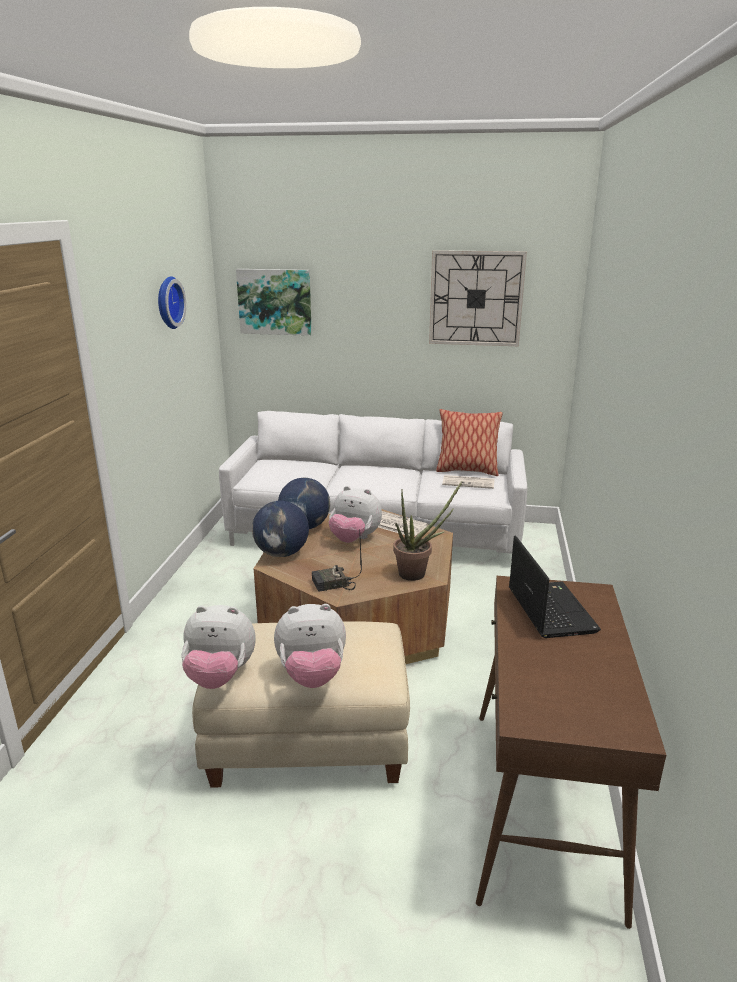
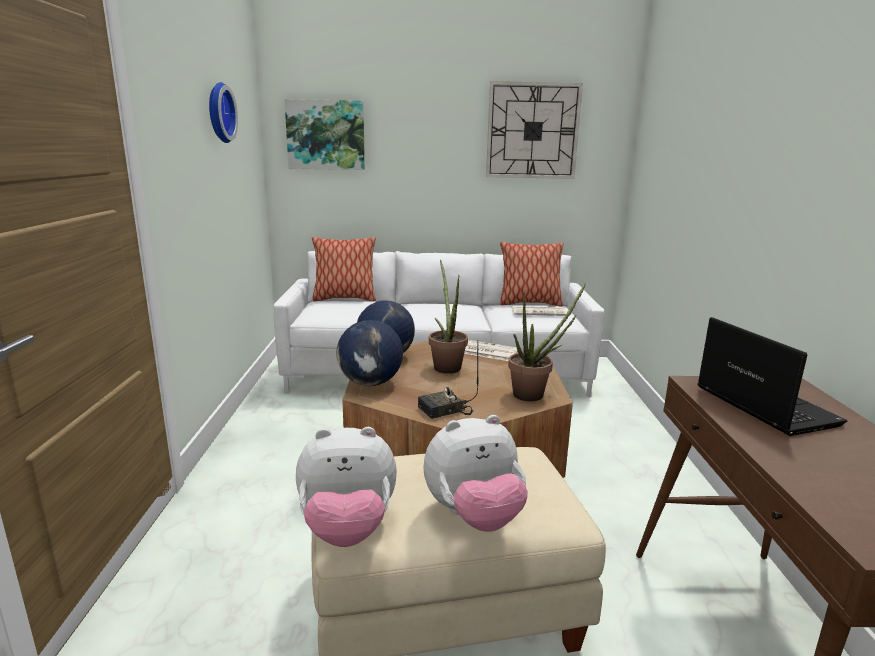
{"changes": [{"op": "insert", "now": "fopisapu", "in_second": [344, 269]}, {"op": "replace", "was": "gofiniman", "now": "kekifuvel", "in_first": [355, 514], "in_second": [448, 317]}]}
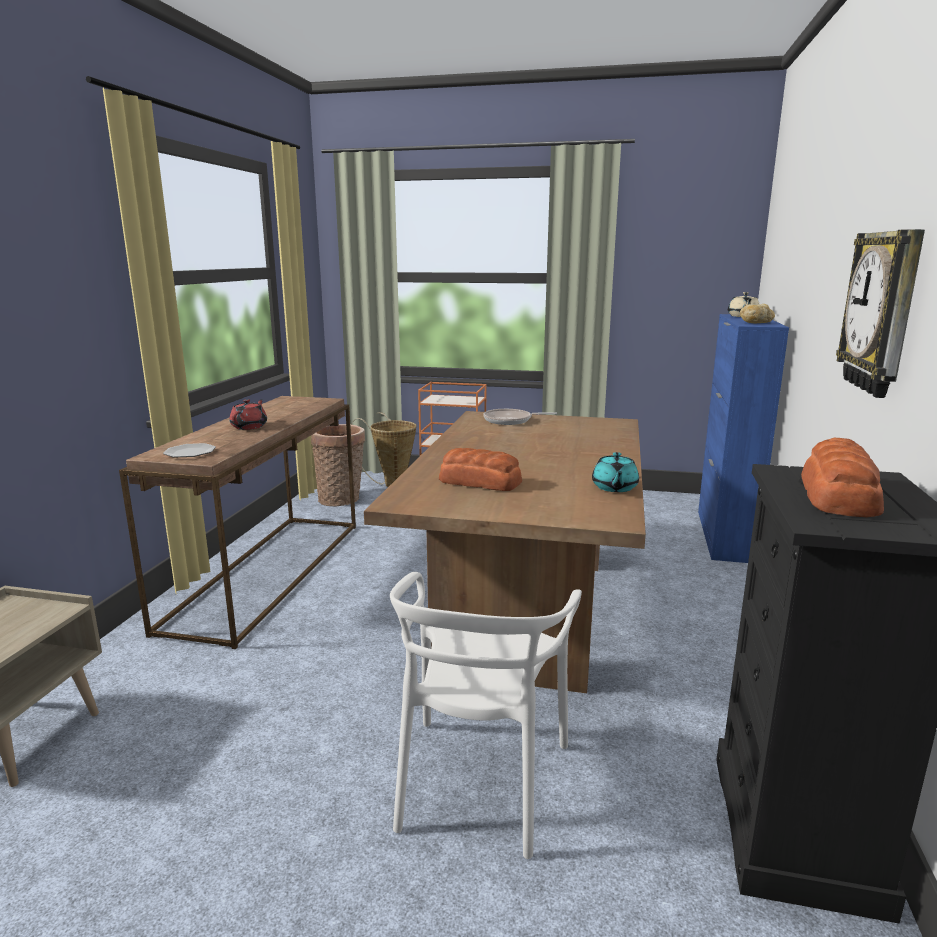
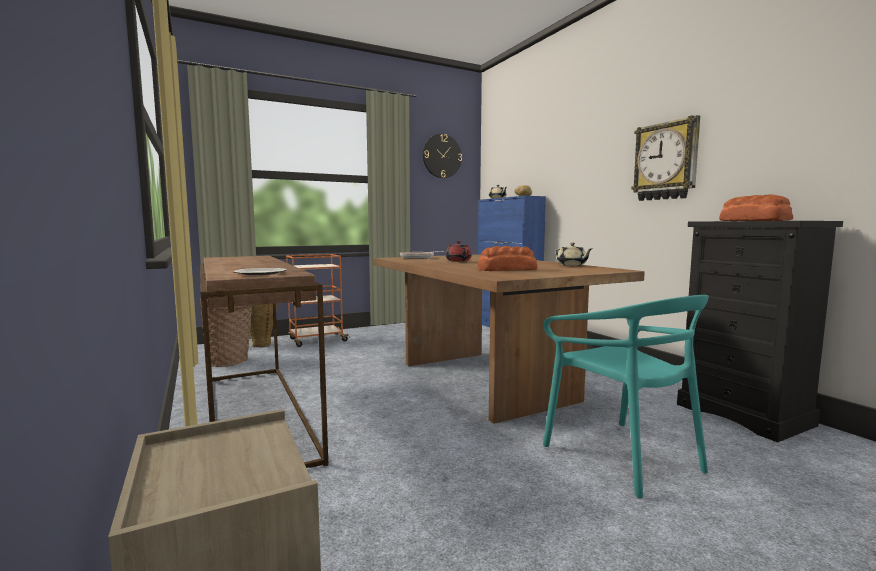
{"changes": [{"op": "insert", "now": "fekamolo", "in_second": [442, 156]}, {"op": "move", "was": "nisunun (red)", "in_first": [248, 414], "in_second": [459, 251]}, {"op": "recolor", "was": "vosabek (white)", "now": "vosabek (turquoise)", "in_first": [486, 715], "in_second": [626, 396]}, {"op": "recolor", "was": "nisunun (turquoise)", "now": "nisunun (beige)", "in_first": [615, 472], "in_second": [574, 254]}]}
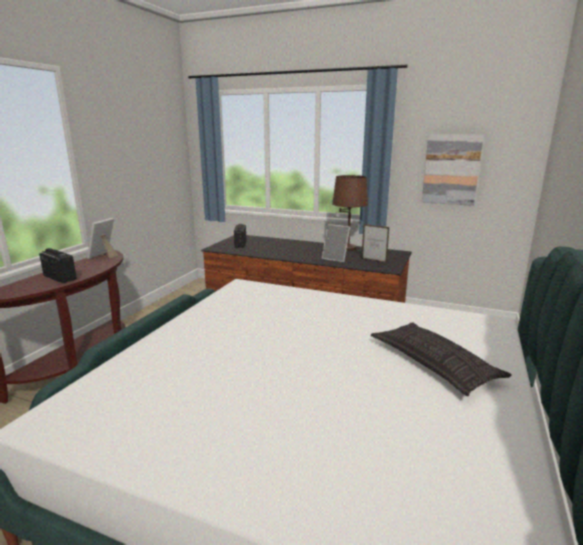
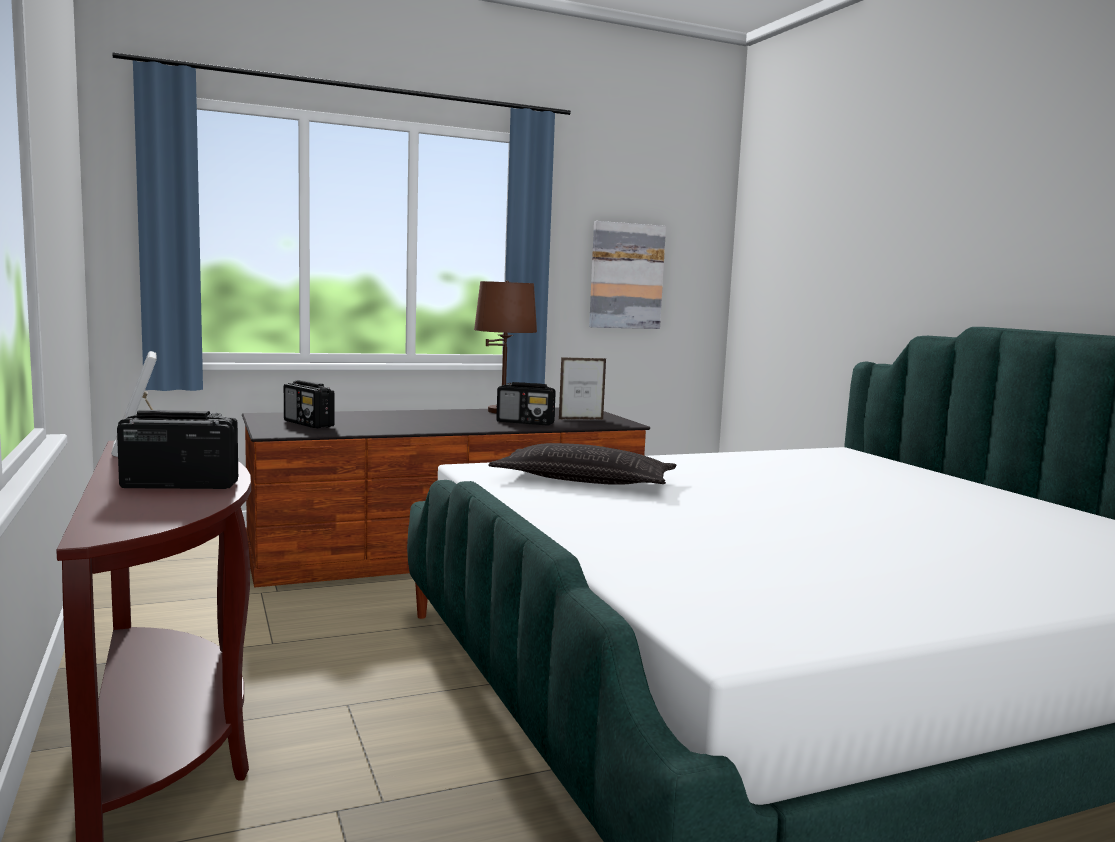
{"changes": [{"op": "move", "was": "fopisapu", "in_first": [441, 359], "in_second": [582, 464]}, {"op": "replace", "was": "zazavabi", "now": "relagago", "in_first": [336, 243], "in_second": [526, 404]}]}
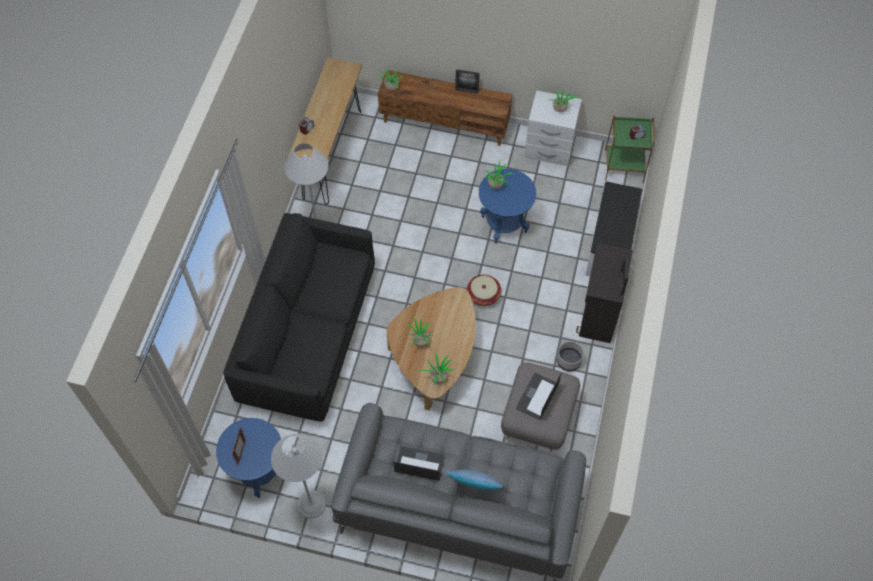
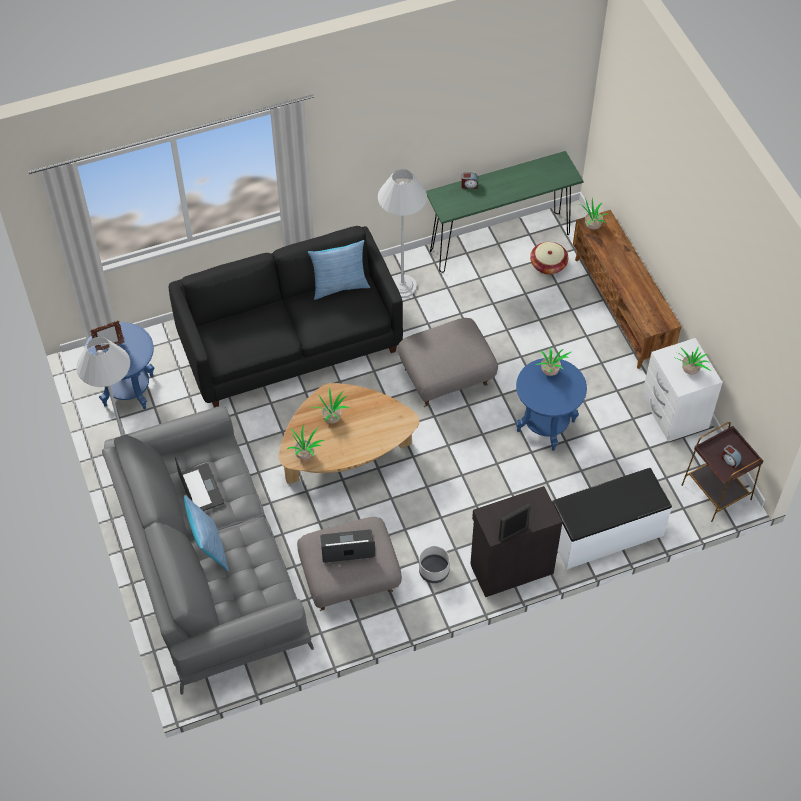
{"changes": [{"op": "delete", "was": "zazavabi", "in_first": [467, 81]}, {"op": "insert", "now": "fopisapu", "in_second": [339, 270]}, {"op": "insert", "now": "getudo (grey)", "in_second": [448, 362]}, {"op": "move", "was": "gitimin", "in_first": [484, 290], "in_second": [549, 258]}, {"op": "recolor", "was": "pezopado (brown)", "now": "pezopado (green)", "in_first": [325, 131], "in_second": [505, 212]}, {"op": "recolor", "was": "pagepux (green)", "now": "pagepux (brown)", "in_first": [630, 149], "in_second": [722, 472]}]}
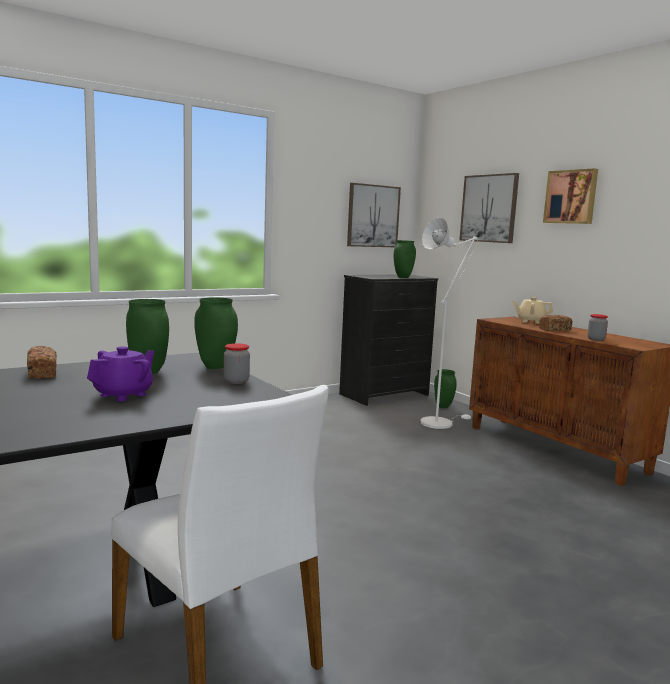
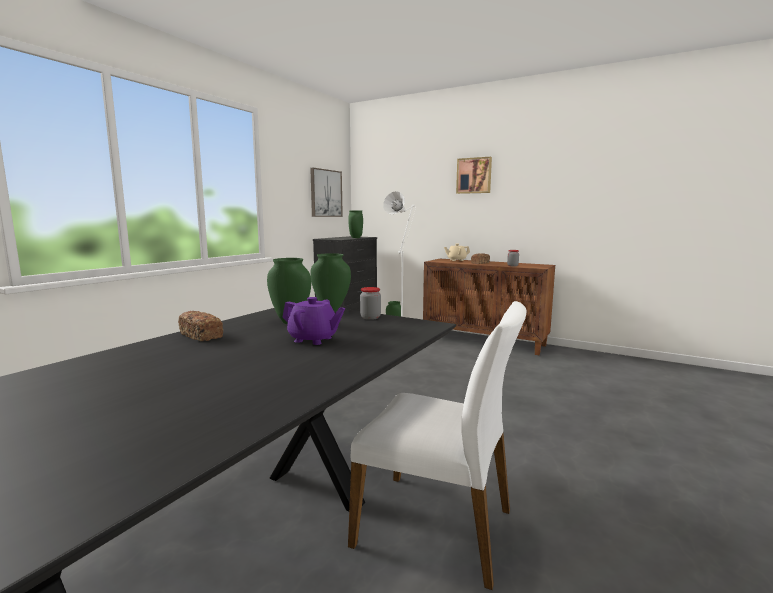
{"changes": [{"op": "delete", "was": "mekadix", "in_first": [489, 208]}, {"op": "rotate", "was": "nisunun (purple)", "in_first": [120, 373], "in_second": [314, 321], "clockwise": 105}]}
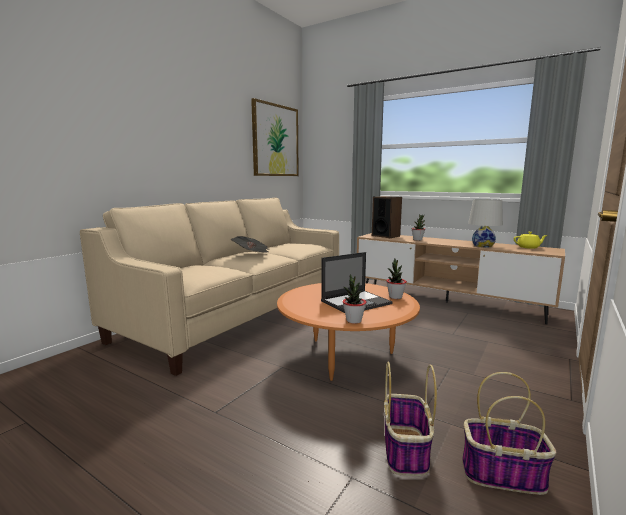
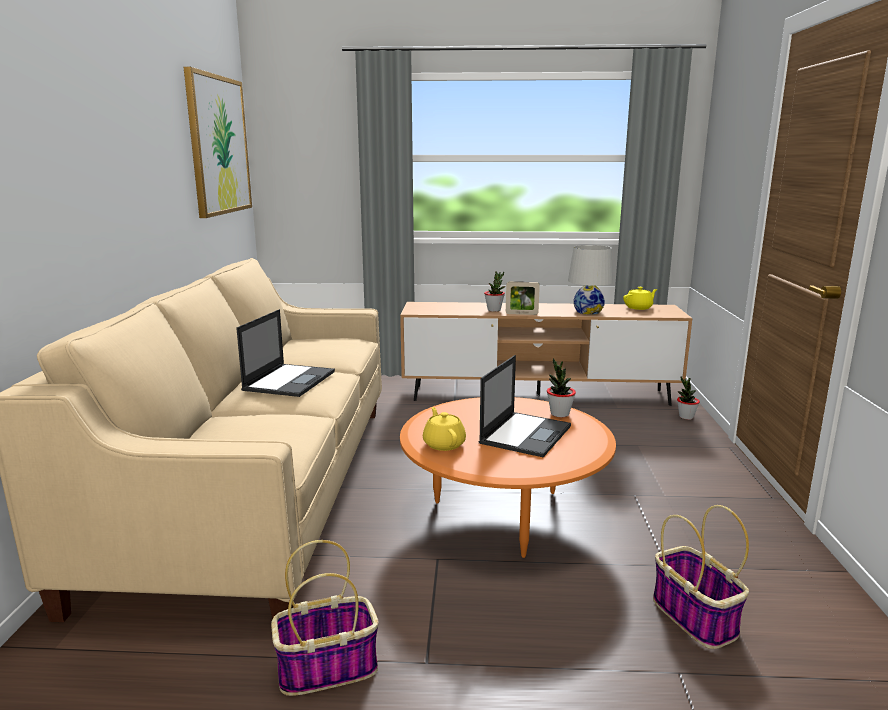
{"changes": [{"op": "delete", "was": "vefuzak", "in_first": [387, 217]}, {"op": "insert", "now": "nisunun (yellow)", "in_second": [444, 429]}, {"op": "insert", "now": "zazavabi", "in_second": [523, 298]}, {"op": "move", "was": "kekifuvel", "in_first": [355, 298], "in_second": [688, 398]}, {"op": "move", "was": "gitimin", "in_first": [509, 433], "in_second": [325, 618]}, {"op": "replace", "was": "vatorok", "now": "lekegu", "in_first": [250, 244], "in_second": [285, 353]}]}
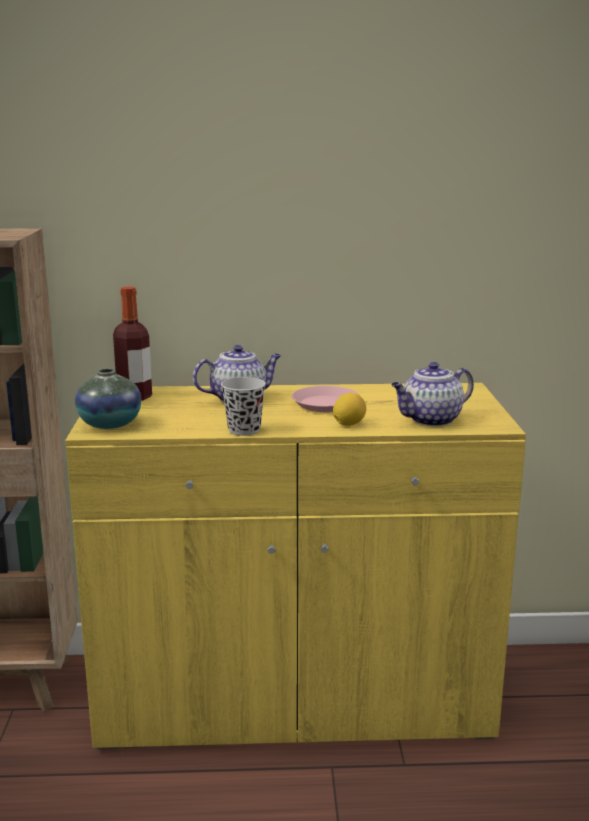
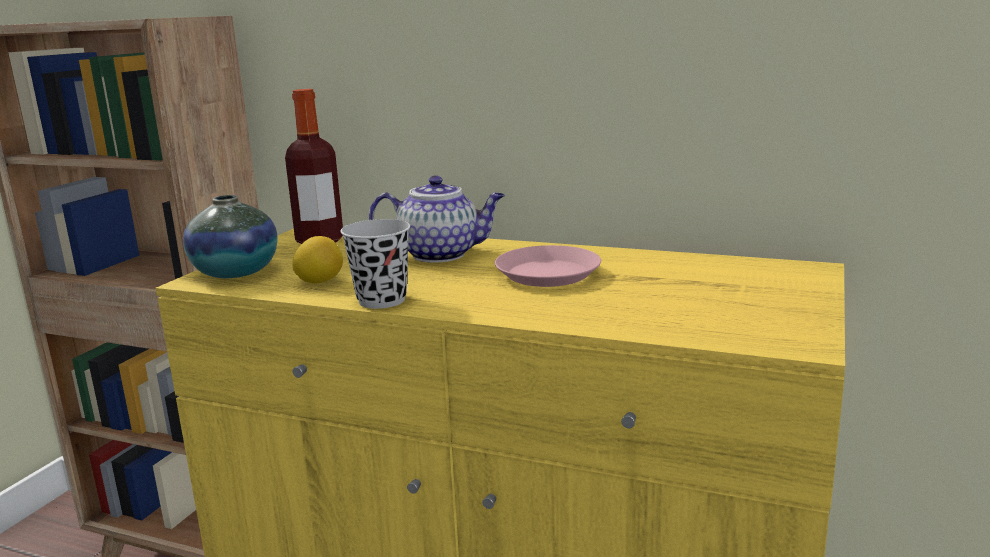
{"changes": [{"op": "delete", "was": "nisunun", "in_first": [432, 394]}, {"op": "move", "was": "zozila", "in_first": [349, 409], "in_second": [317, 259]}]}
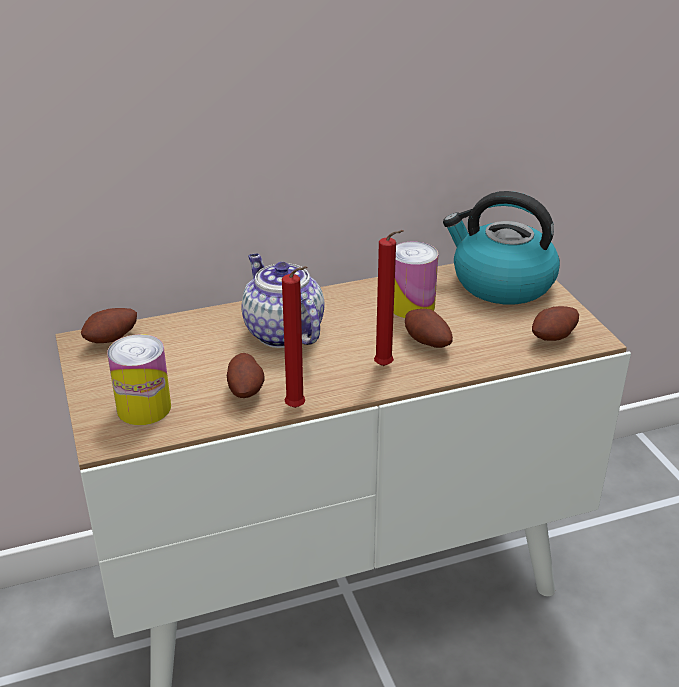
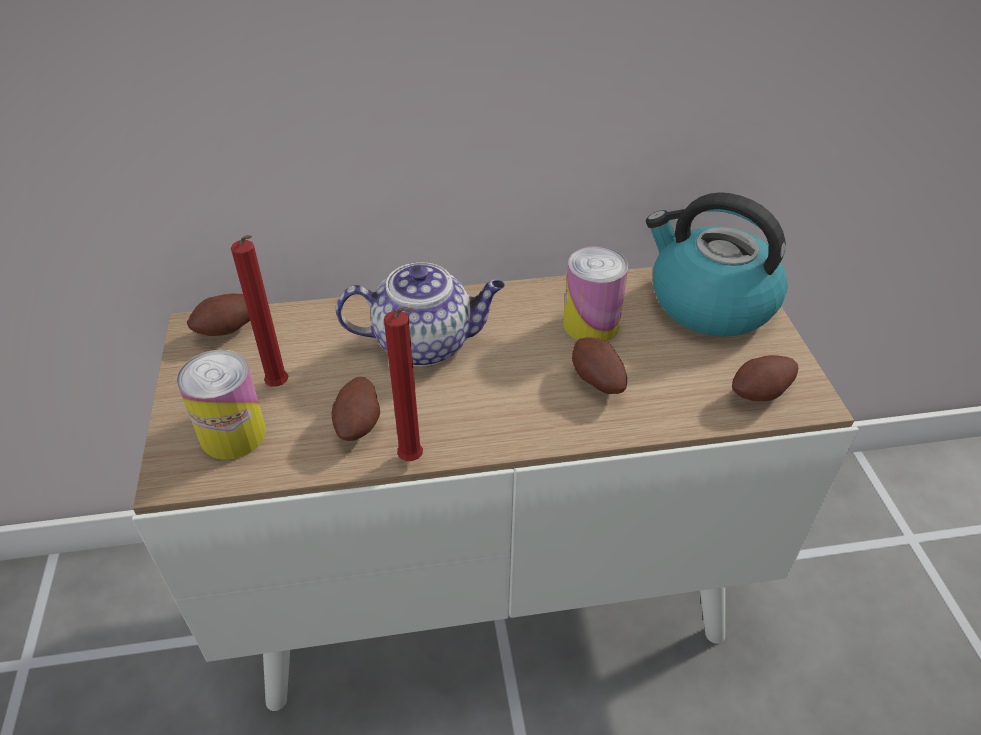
{"changes": [{"op": "move", "was": "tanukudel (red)", "in_first": [389, 298], "in_second": [259, 311]}, {"op": "rotate", "was": "nisunun", "in_first": [283, 301], "in_second": [420, 314], "clockwise": 105}]}
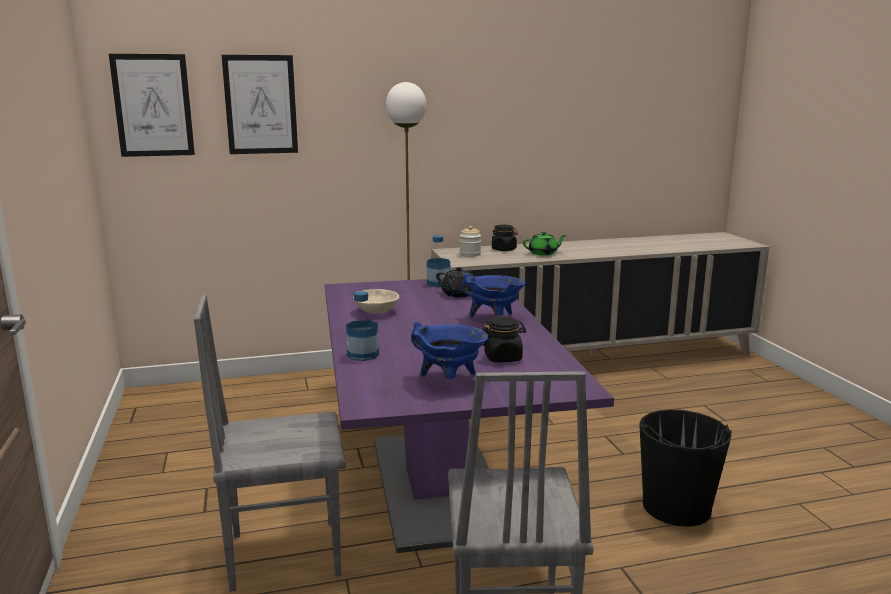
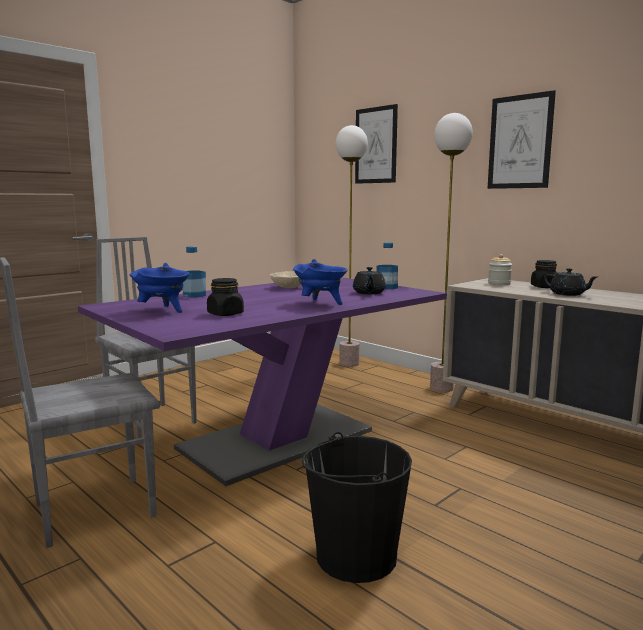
{"changes": [{"op": "insert", "now": "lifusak", "in_second": [351, 246]}, {"op": "move", "was": "mekadix", "in_first": [152, 105], "in_second": [522, 139]}, {"op": "recolor", "was": "nisunun (green)", "now": "nisunun (black)", "in_first": [544, 243], "in_second": [570, 282]}]}
